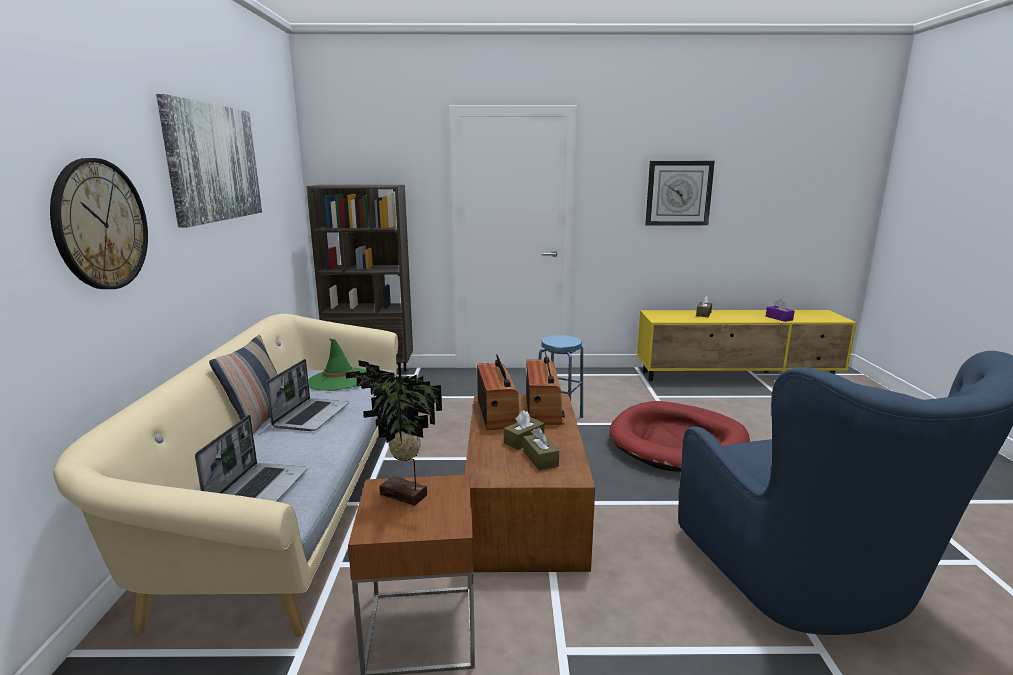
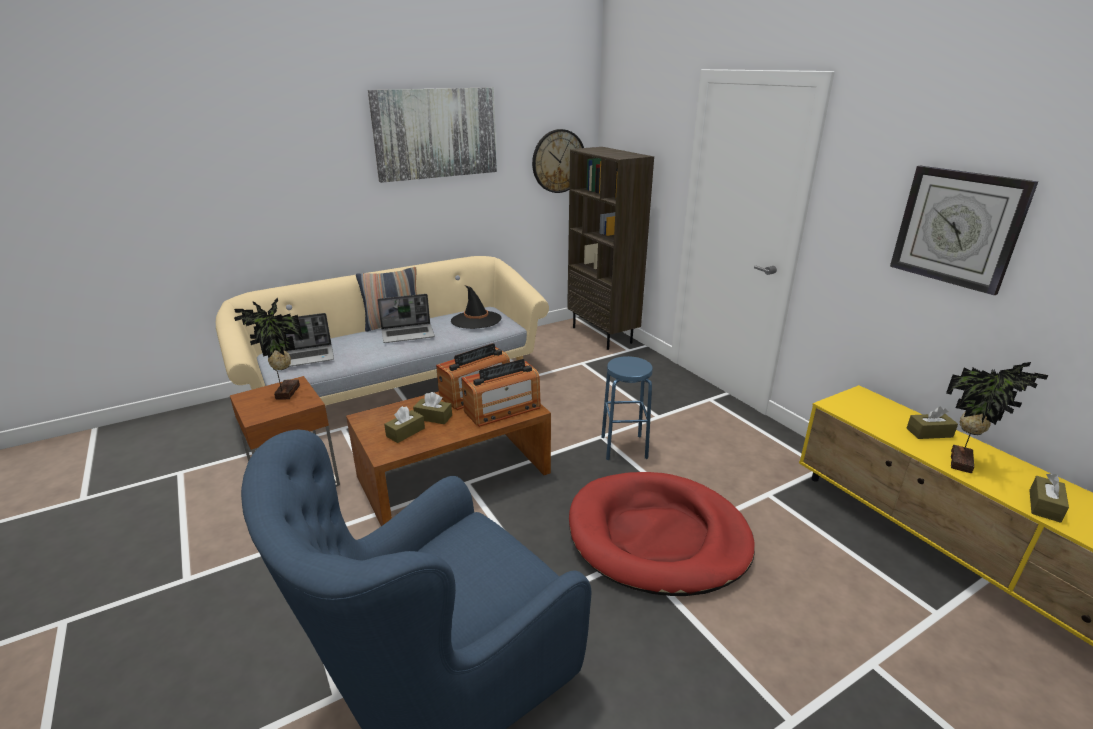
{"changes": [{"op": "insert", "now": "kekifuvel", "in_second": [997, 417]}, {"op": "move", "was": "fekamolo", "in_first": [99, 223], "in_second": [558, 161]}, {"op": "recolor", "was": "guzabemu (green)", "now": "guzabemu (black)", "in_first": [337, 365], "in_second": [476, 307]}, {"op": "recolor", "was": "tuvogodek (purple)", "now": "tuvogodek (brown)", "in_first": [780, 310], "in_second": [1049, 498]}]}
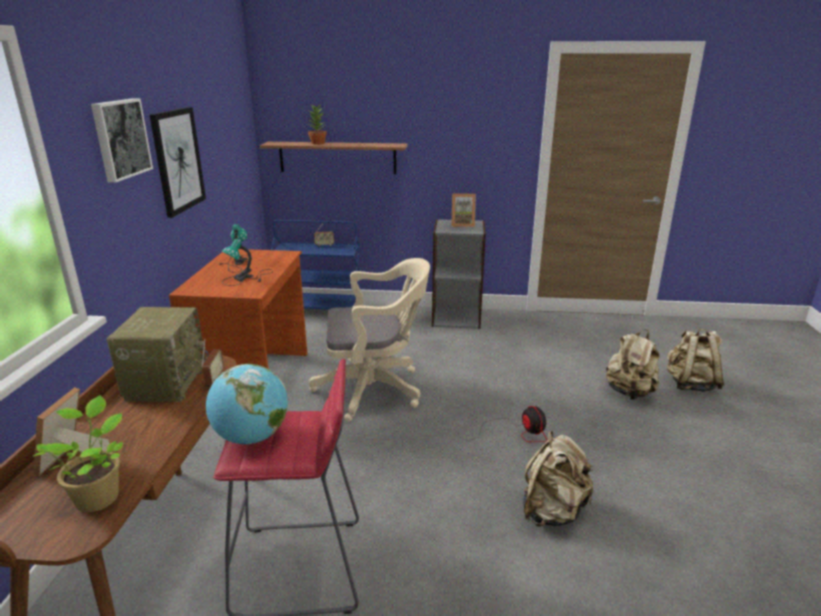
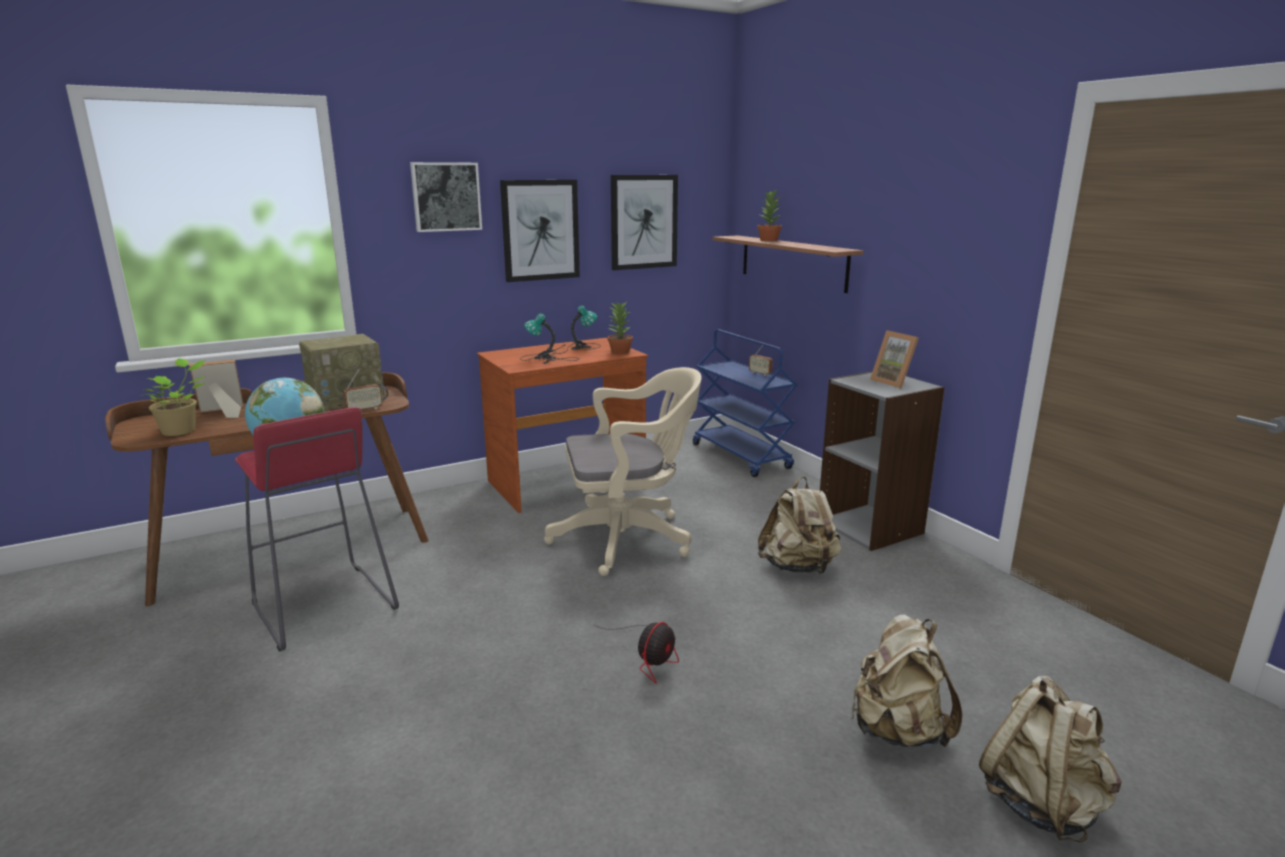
{"changes": [{"op": "insert", "now": "kekifuvel", "in_second": [620, 328]}, {"op": "insert", "now": "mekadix", "in_second": [644, 222]}, {"op": "move", "was": "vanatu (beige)", "in_first": [558, 479], "in_second": [799, 525]}, {"op": "rotate", "was": "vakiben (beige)", "in_first": [369, 340], "in_second": [623, 471], "clockwise": -60}]}
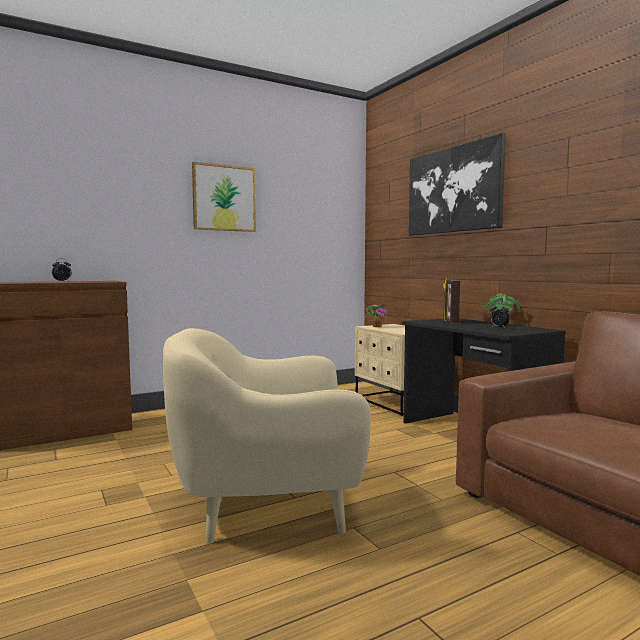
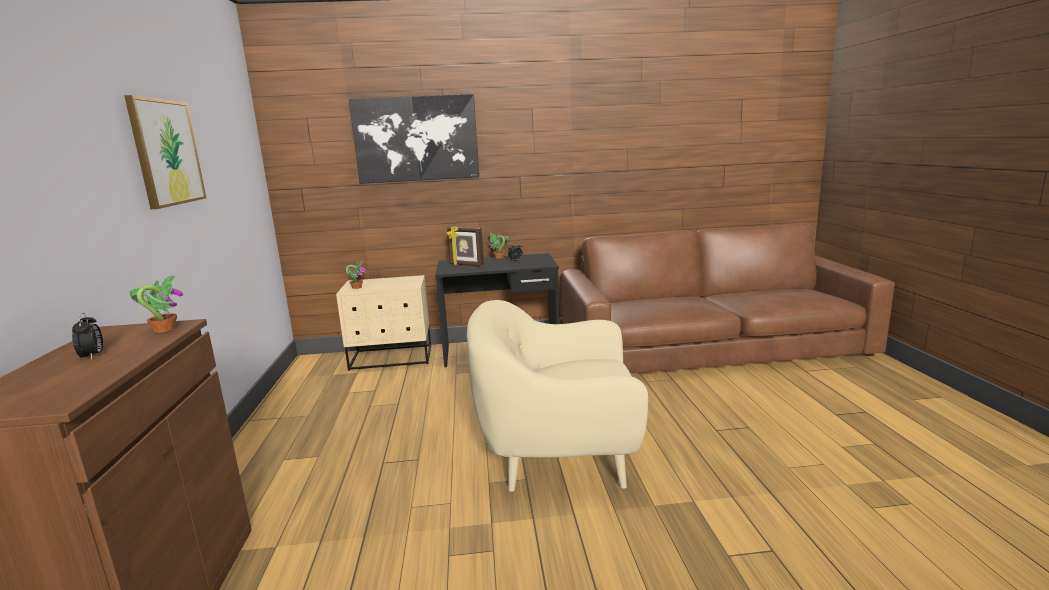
{"changes": [{"op": "insert", "now": "kekifuvel", "in_second": [156, 303]}, {"op": "rotate", "was": "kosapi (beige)", "in_first": [267, 436], "in_second": [557, 396], "clockwise": 75}]}
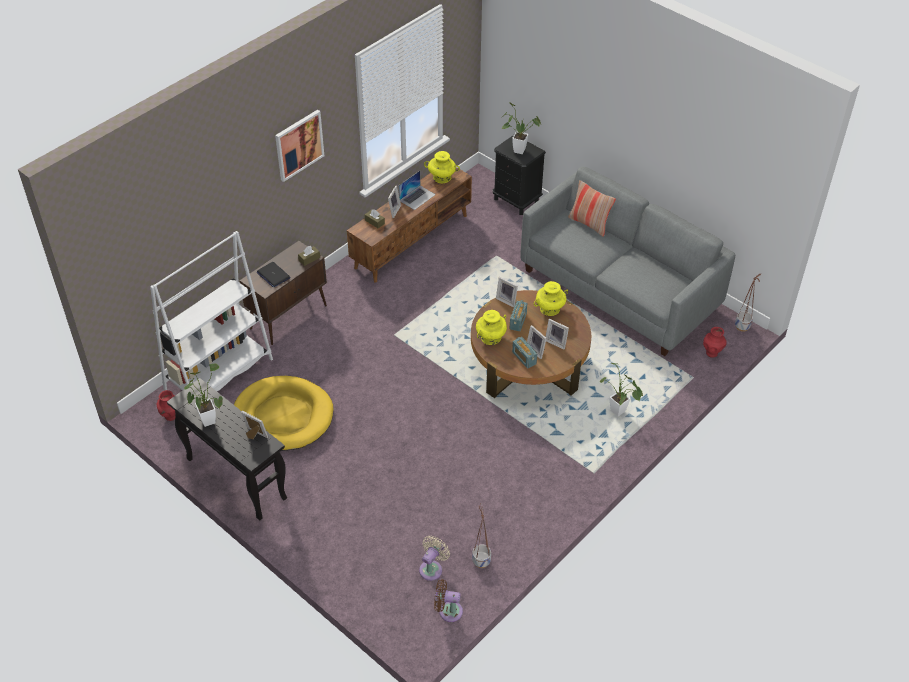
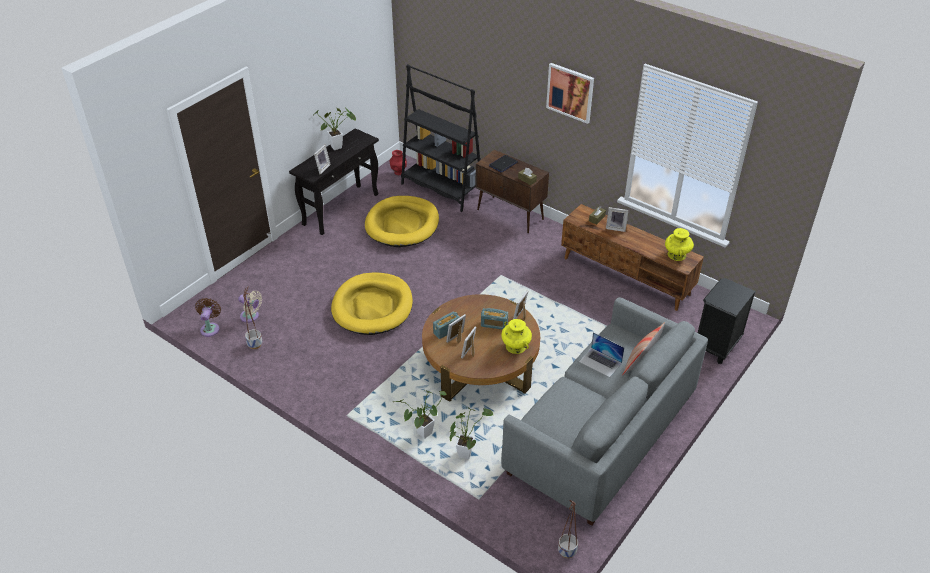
{"changes": [{"op": "delete", "was": "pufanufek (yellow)", "in_first": [491, 327]}, {"op": "delete", "was": "pufanufek (red)", "in_first": [715, 342]}, {"op": "insert", "now": "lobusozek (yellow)", "in_second": [372, 303]}, {"op": "move", "was": "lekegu", "in_first": [417, 190], "in_second": [602, 354]}, {"op": "move", "was": "kekifuvel", "in_first": [521, 128], "in_second": [471, 433]}, {"op": "recolor", "was": "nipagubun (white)", "now": "nipagubun (black)", "in_first": [211, 311], "in_second": [441, 138]}]}
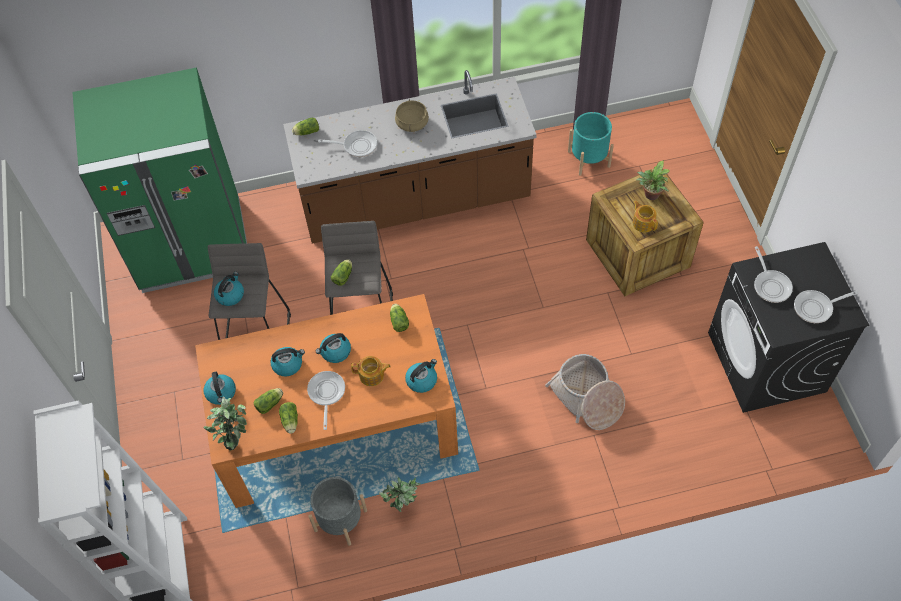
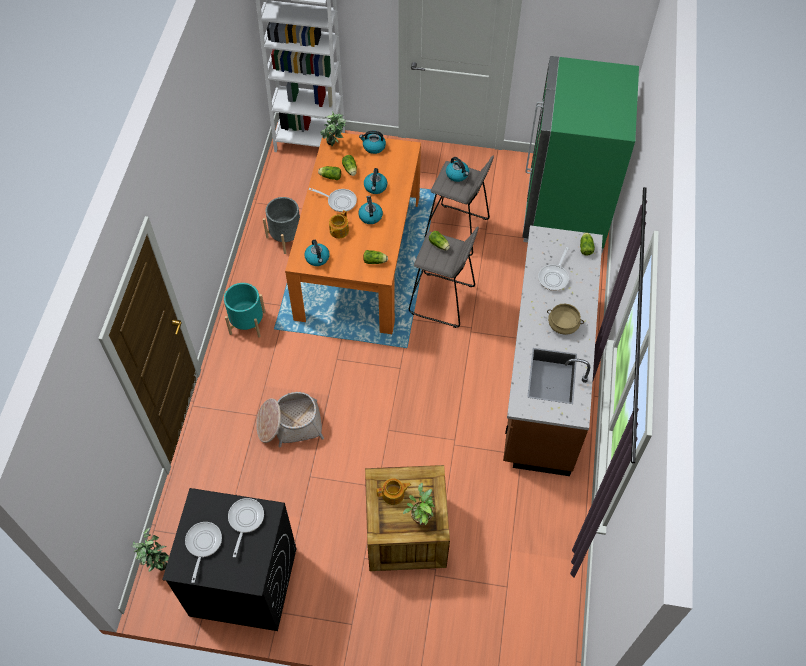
{"changes": [{"op": "move", "was": "kekifuvel", "in_first": [399, 494], "in_second": [150, 550]}, {"op": "move", "was": "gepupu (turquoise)", "in_first": [591, 144], "in_second": [245, 310]}, {"op": "rotate", "was": "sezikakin", "in_first": [773, 274], "in_second": [246, 528], "clockwise": 90}]}
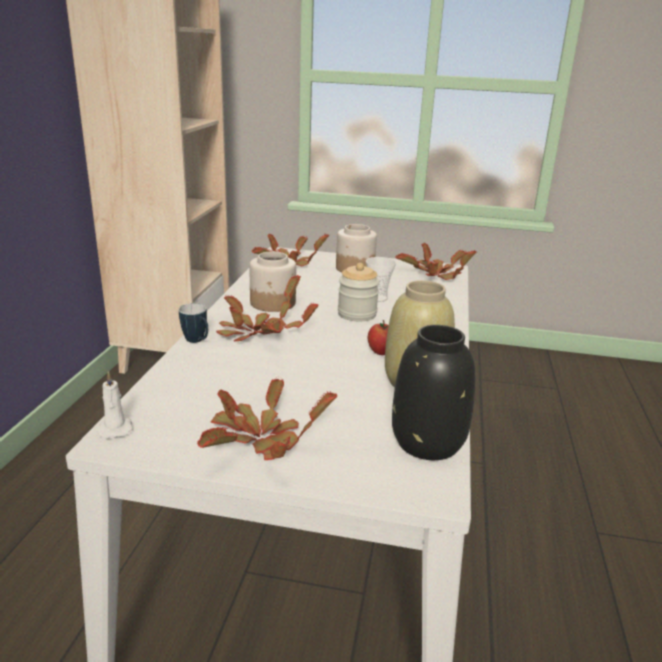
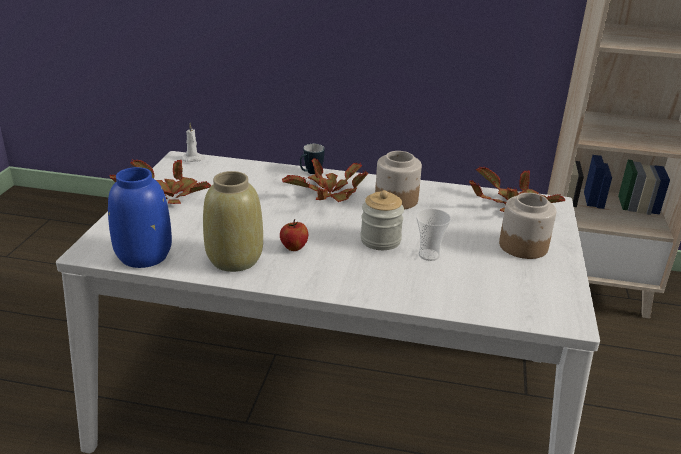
{"changes": [{"op": "delete", "was": "kekifuvel", "in_first": [436, 261]}, {"op": "recolor", "was": "pufanufek (black)", "now": "pufanufek (blue)", "in_first": [433, 392], "in_second": [140, 217]}]}
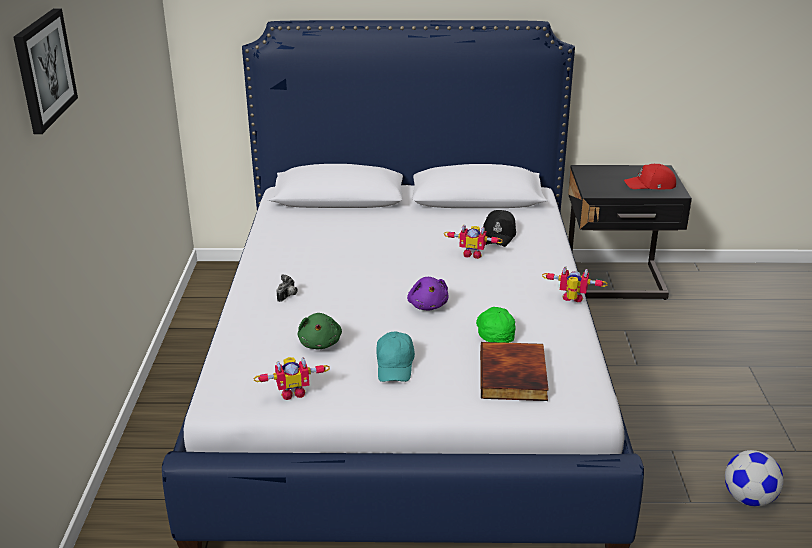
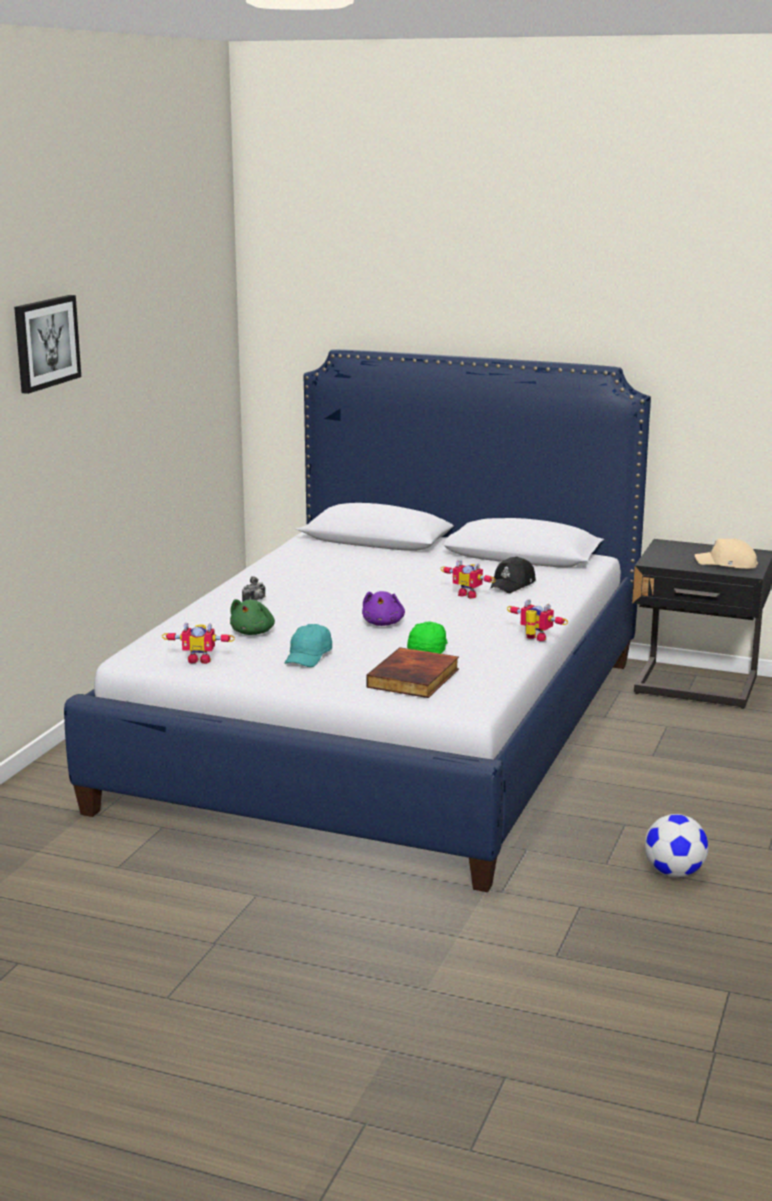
{"changes": [{"op": "recolor", "was": "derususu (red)", "now": "derususu (beige)", "in_first": [650, 176], "in_second": [726, 553]}]}
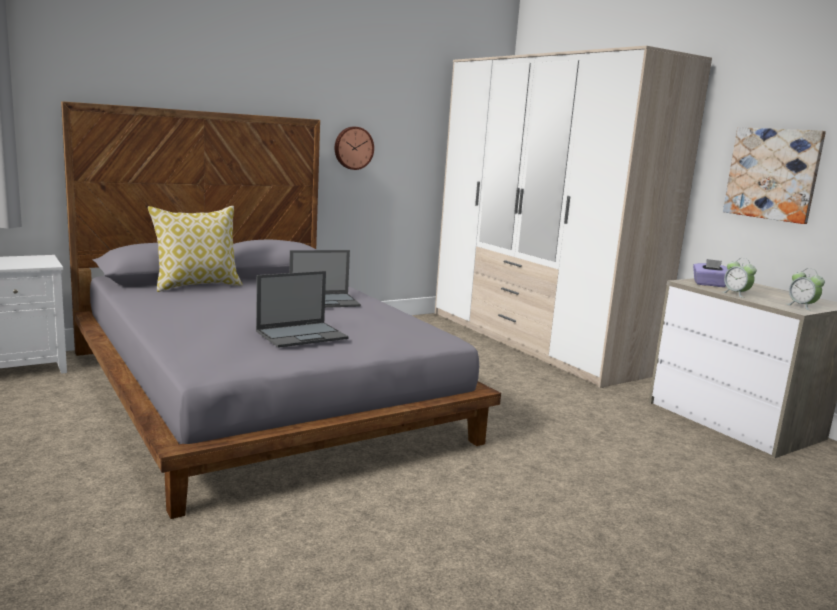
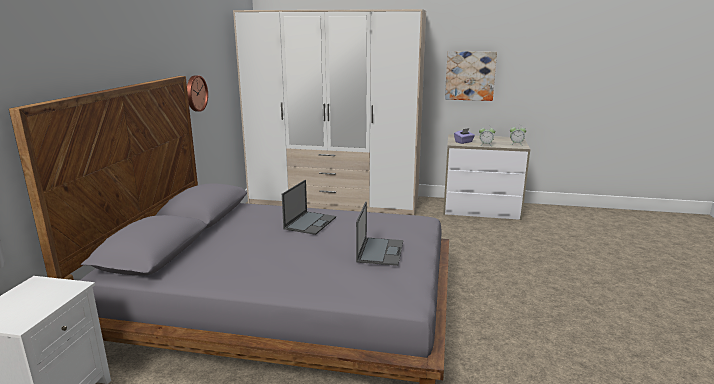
{"changes": [{"op": "delete", "was": "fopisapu", "in_first": [195, 249]}]}
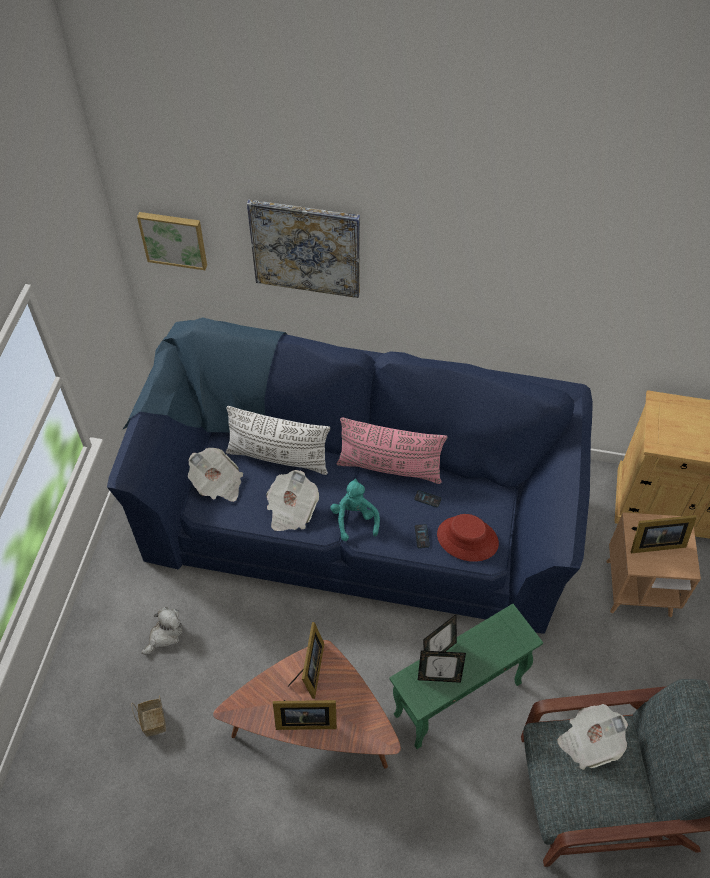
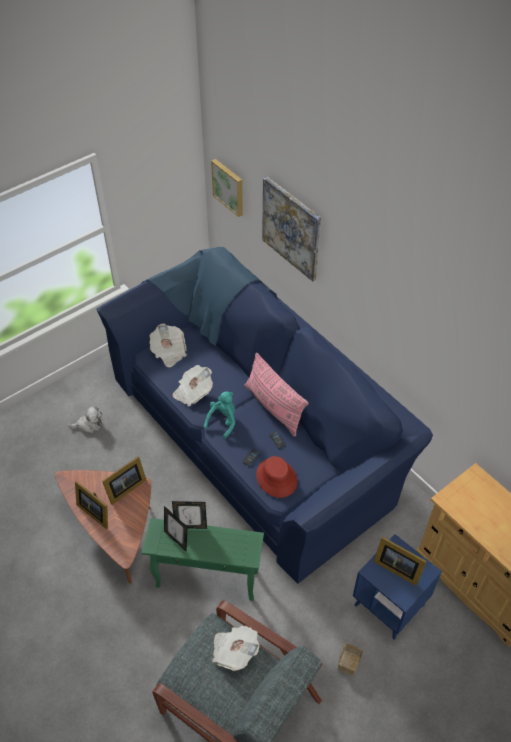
{"changes": [{"op": "delete", "was": "fopisapu (white)", "in_first": [278, 440]}, {"op": "move", "was": "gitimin", "in_first": [148, 716], "in_second": [352, 658]}, {"op": "recolor", "was": "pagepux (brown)", "now": "pagepux (blue)", "in_first": [653, 565], "in_second": [397, 587]}]}
